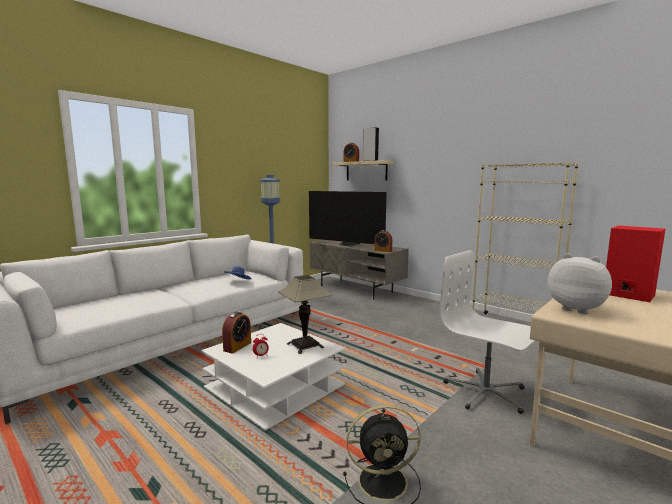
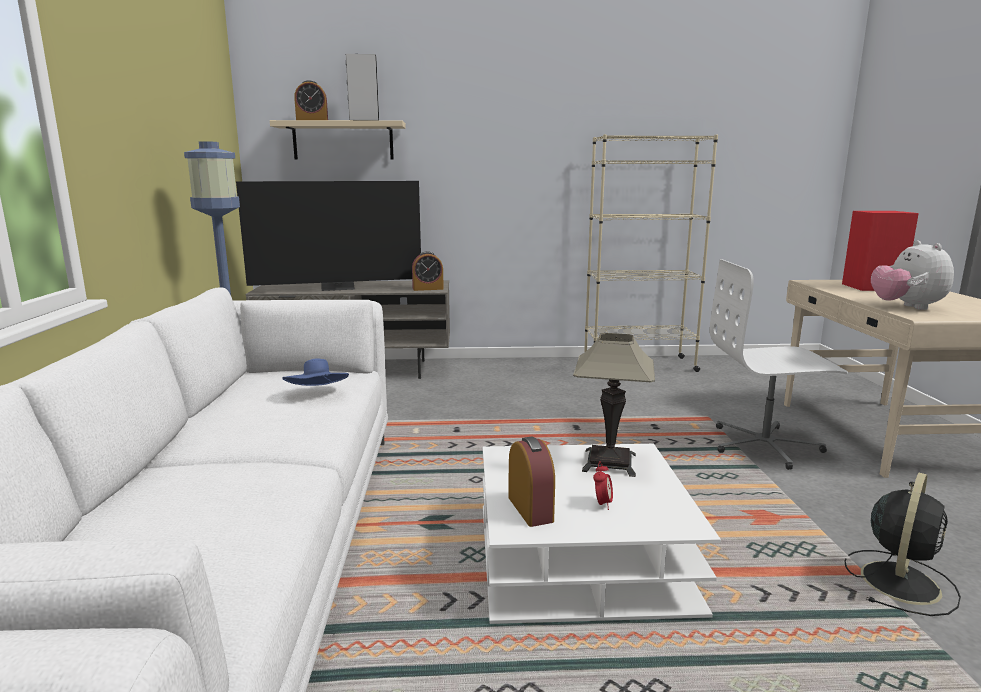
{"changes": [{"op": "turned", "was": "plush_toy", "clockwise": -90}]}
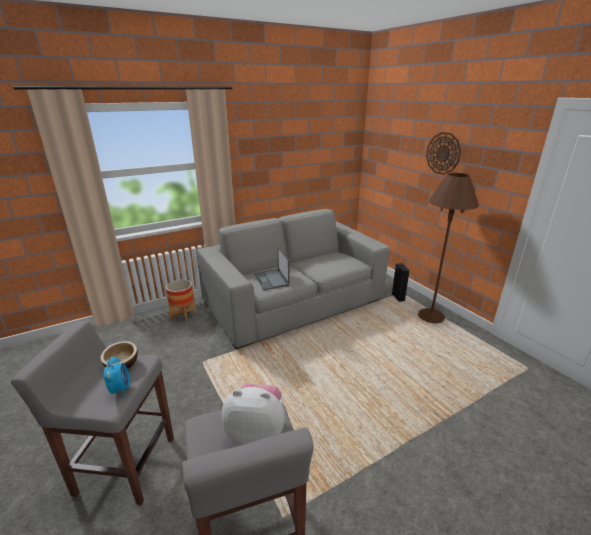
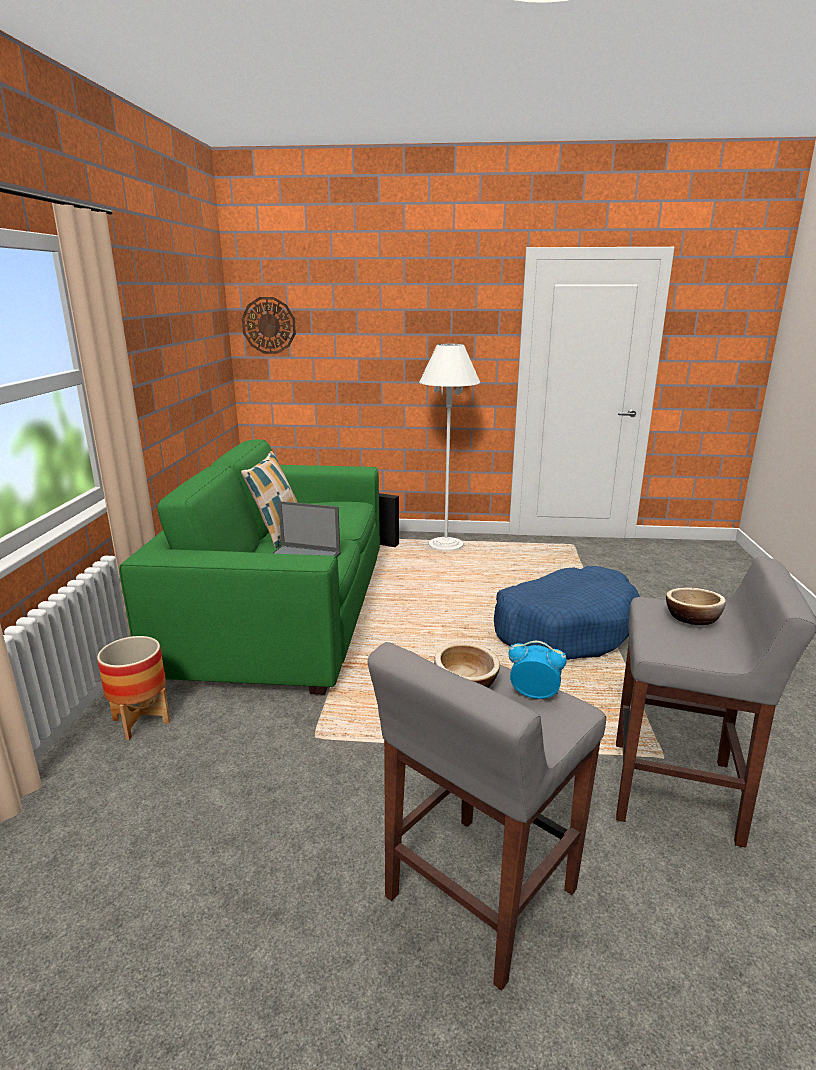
{"changes": [{"op": "recoloured", "was": "grey_sofa", "now": "green_sofa"}, {"op": "replaced", "was": "plush_toy", "now": "bowl (2nd from left)"}, {"op": "recoloured", "was": "brown_floor_lamp", "now": "white_floor_lamp"}, {"op": "moved", "was": "wall_clock"}, {"op": "added", "now": "pillow"}, {"op": "added", "now": "blue_dog_bed"}]}
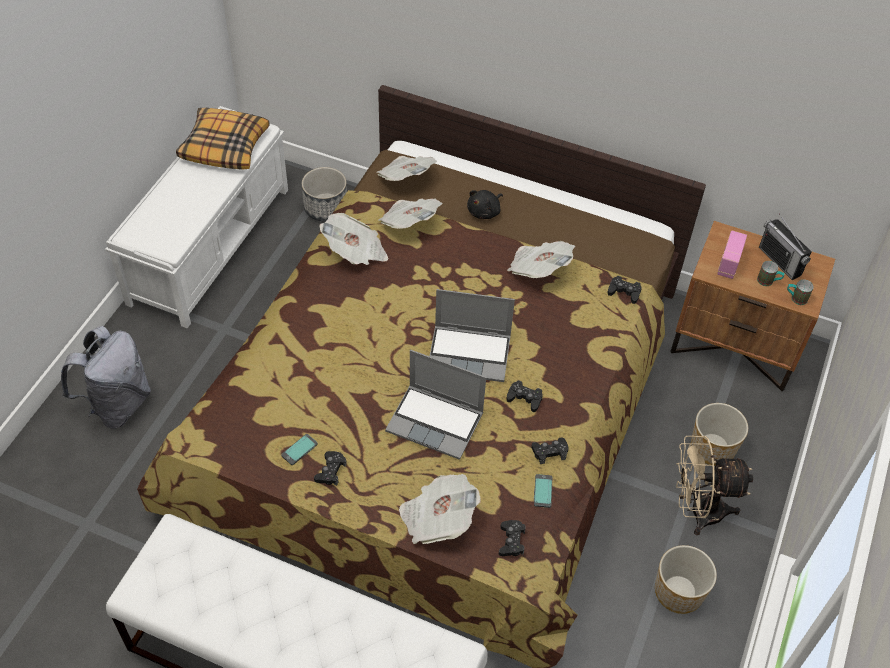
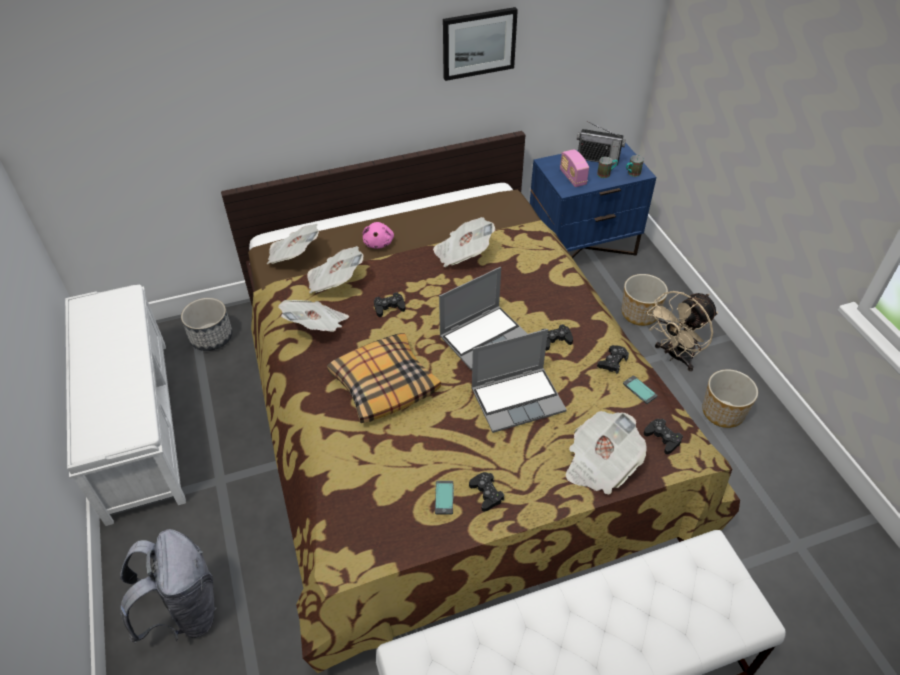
{"changes": [{"op": "moved", "was": "pillow"}, {"op": "recoloured", "was": "black_plush_toy", "now": "pink_plush_toy"}, {"op": "moved", "was": "black_game_controller (5th from left in the first image)", "now": "black_game_controller (1st from left)"}, {"op": "recoloured", "was": "brown_nightstand", "now": "blue_nightstand"}, {"op": "added", "now": "picture"}]}
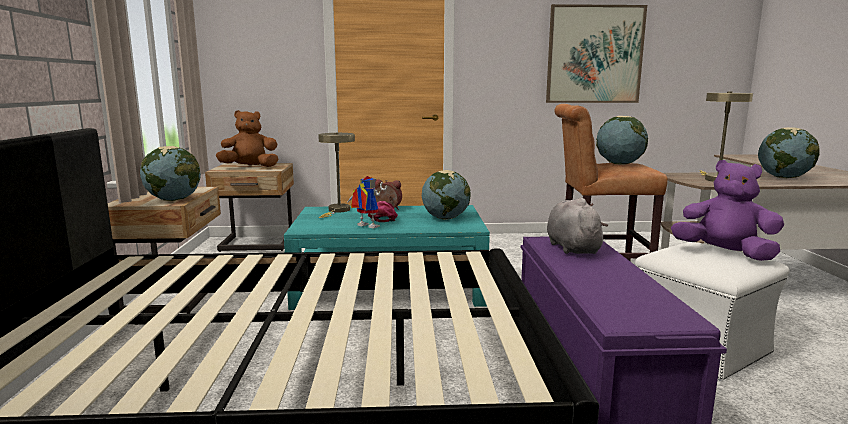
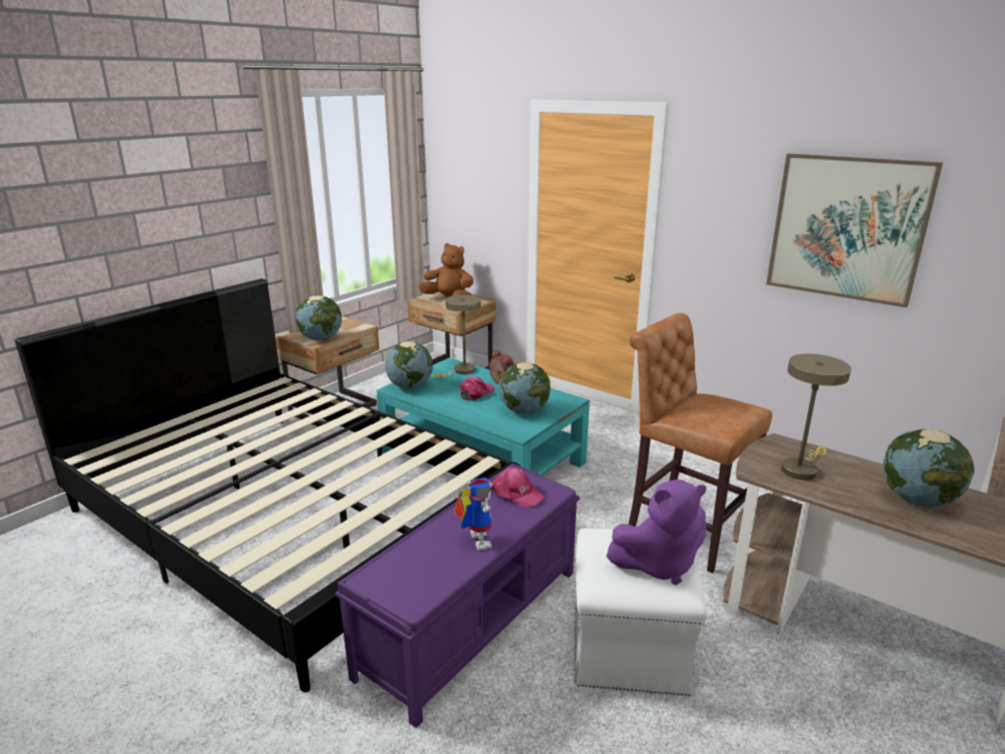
{"changes": [{"op": "moved", "was": "toy_robot"}, {"op": "replaced", "was": "grey_plush_toy", "now": "pink_cap (2nd from left)"}, {"op": "moved", "was": "globe (3rd from left in the first image)", "now": "globe (2nd from left)"}, {"op": "turned", "was": "purple_plush_toy", "clockwise": 90}]}
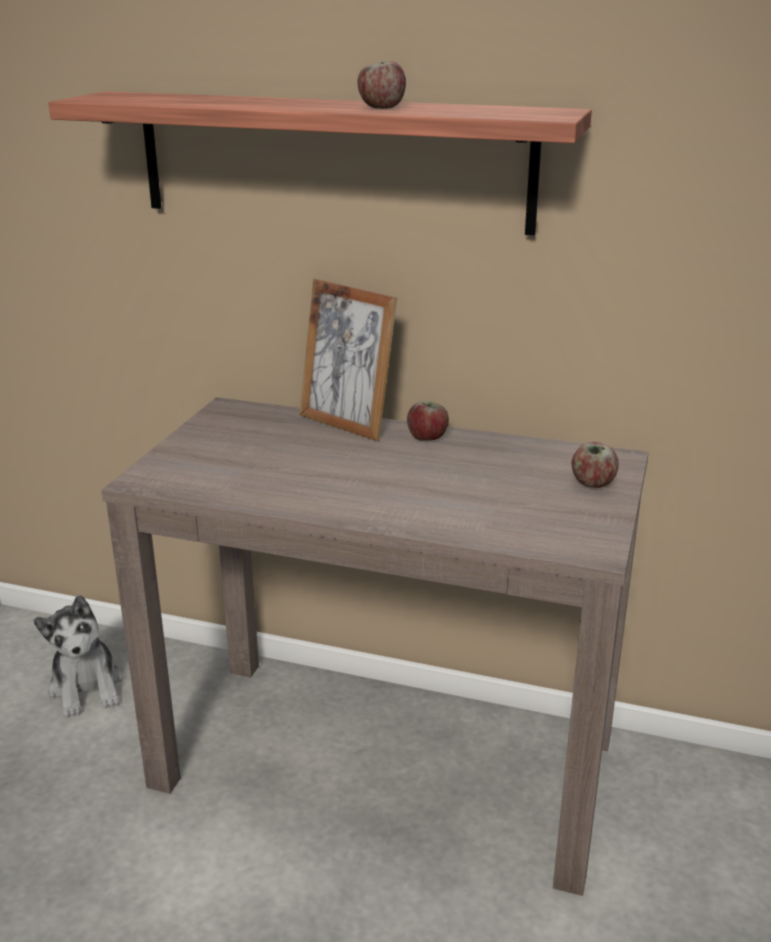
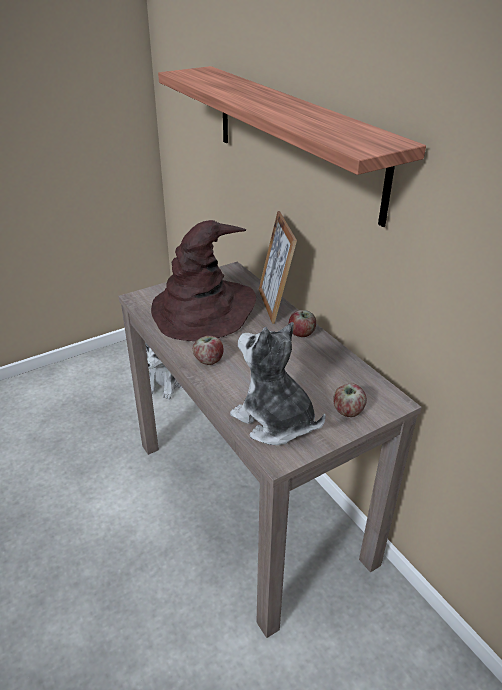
{"changes": [{"op": "moved", "was": "apple (1st from left)"}, {"op": "added", "now": "brown_hat"}, {"op": "added", "now": "plush_toy (2nd from left)"}]}
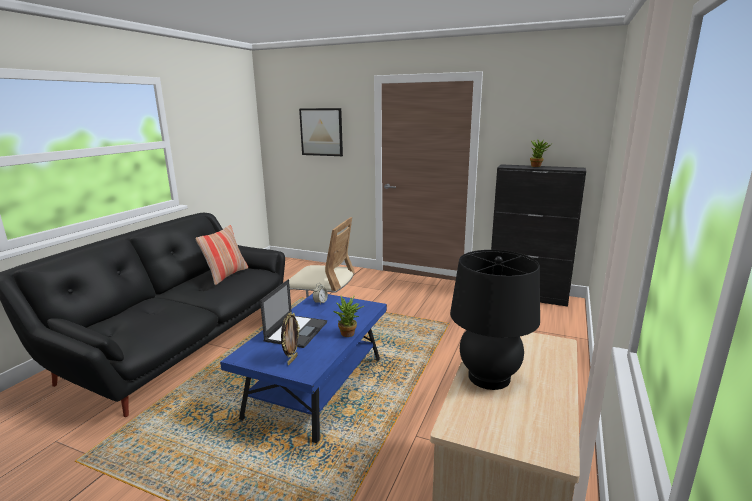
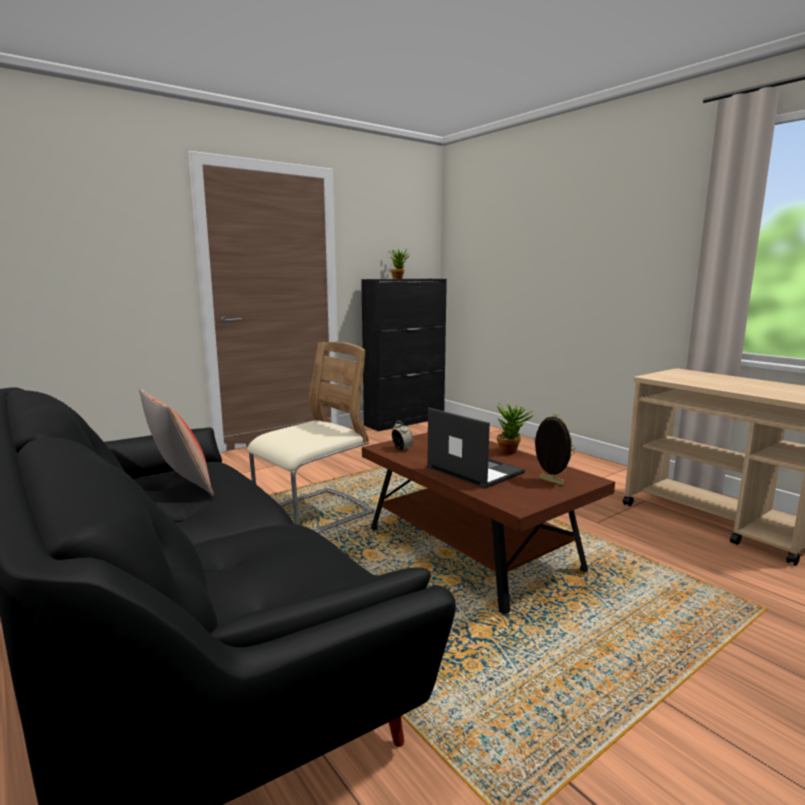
{"changes": [{"op": "recoloured", "was": "blue_coffee_table", "now": "brown_coffee_table"}, {"op": "removed", "was": "picture"}, {"op": "removed", "was": "black_table_lamp"}]}
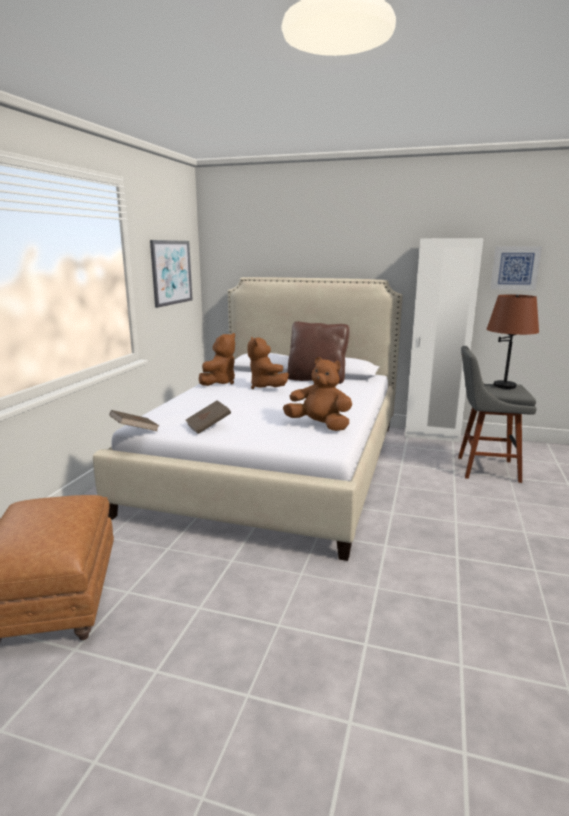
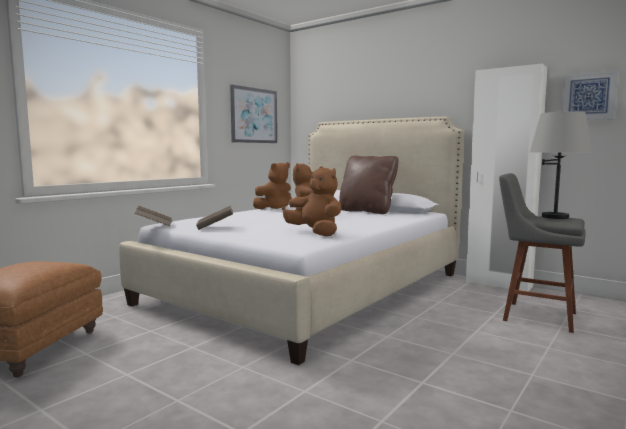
{"changes": [{"op": "recoloured", "was": "brown_table_lamp", "now": "grey_table_lamp"}]}
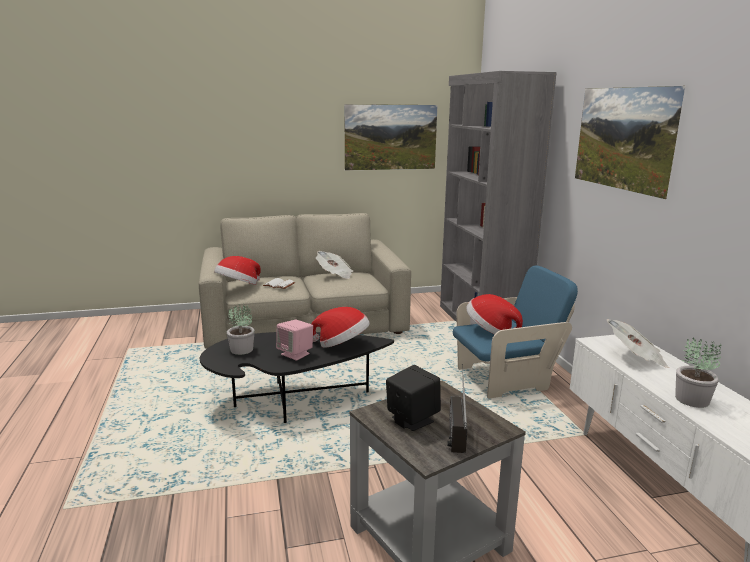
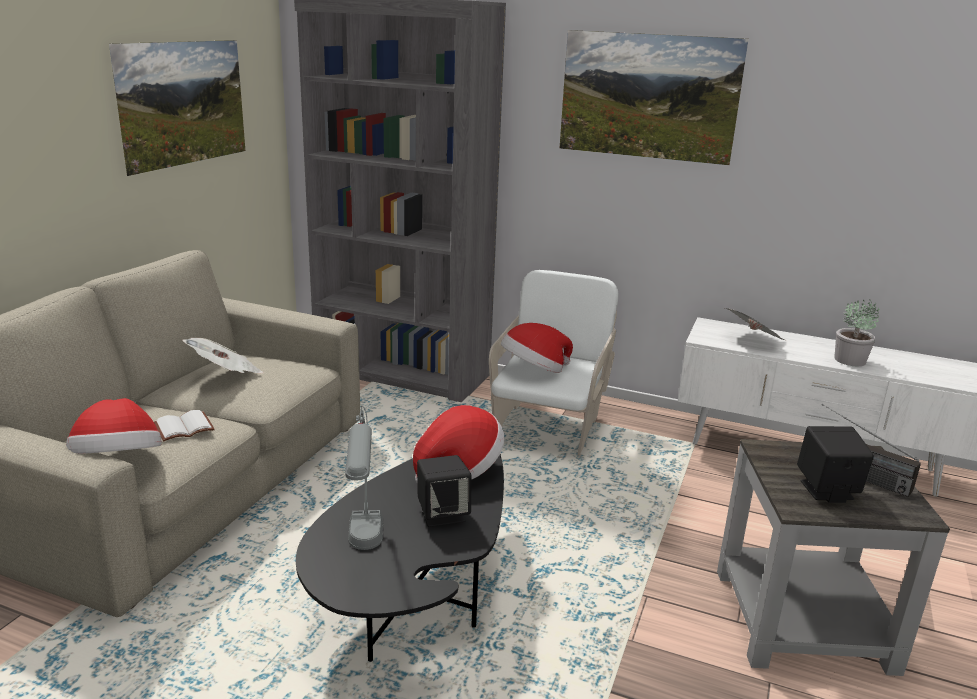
{"changes": [{"op": "replaced", "was": "potted_plant (1st from left)", "now": "grey_table_lamp"}, {"op": "recoloured", "was": "pink_speaker", "now": "black_speaker (1st from left)"}, {"op": "recoloured", "was": "blue_armchair", "now": "white_armchair"}]}
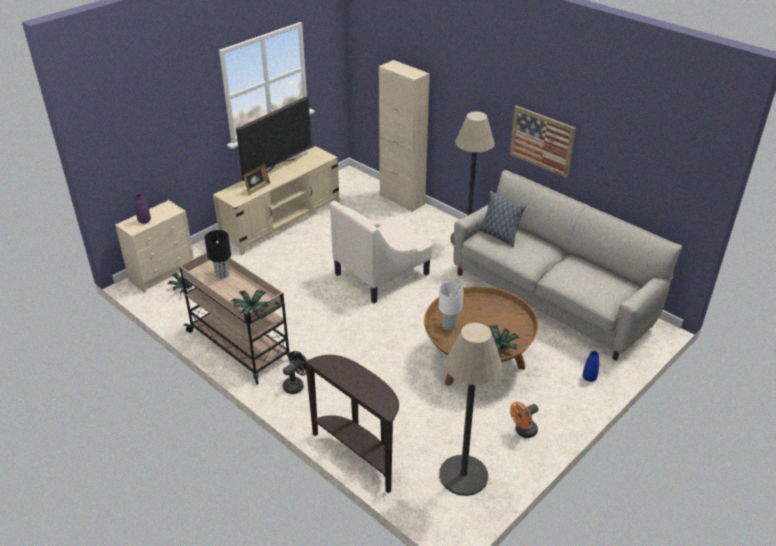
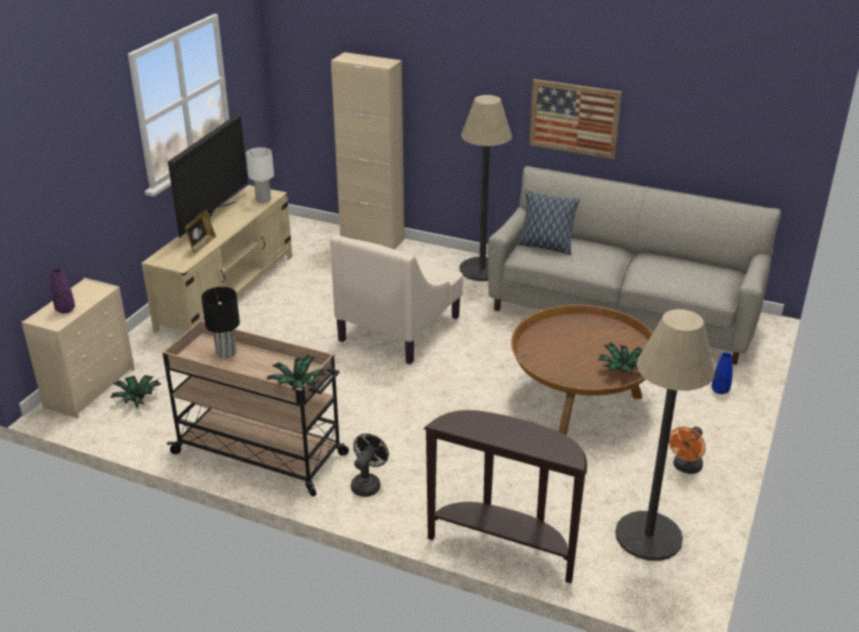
{"changes": [{"op": "moved", "was": "white_table_lamp"}]}
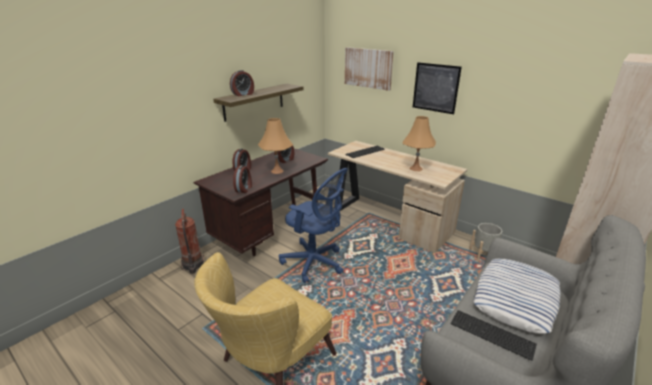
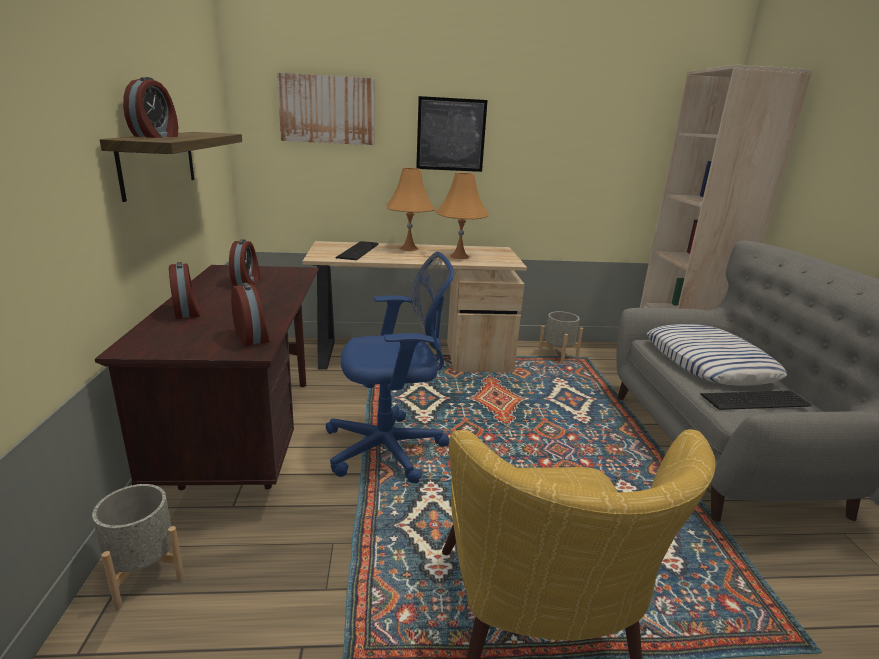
{"changes": [{"op": "replaced", "was": "fire_extinguisher", "now": "grey_planter (1st from left)"}, {"op": "moved", "was": "orange_table_lamp (1st from left)"}]}
